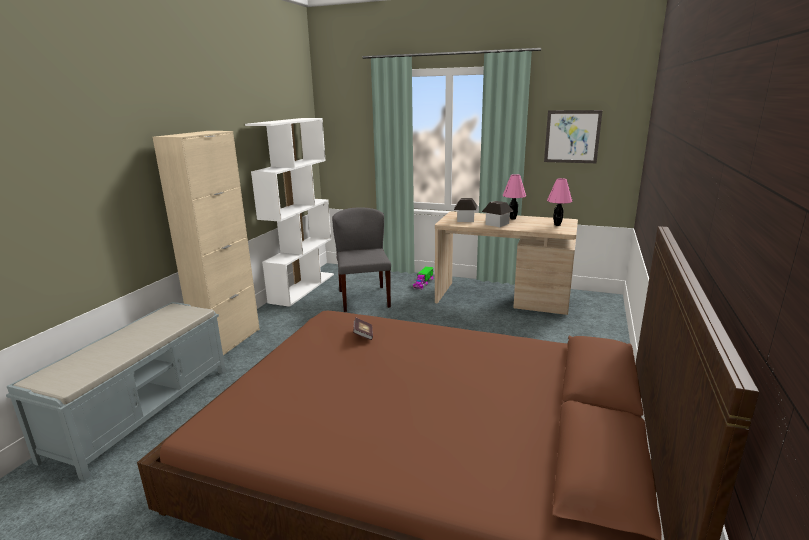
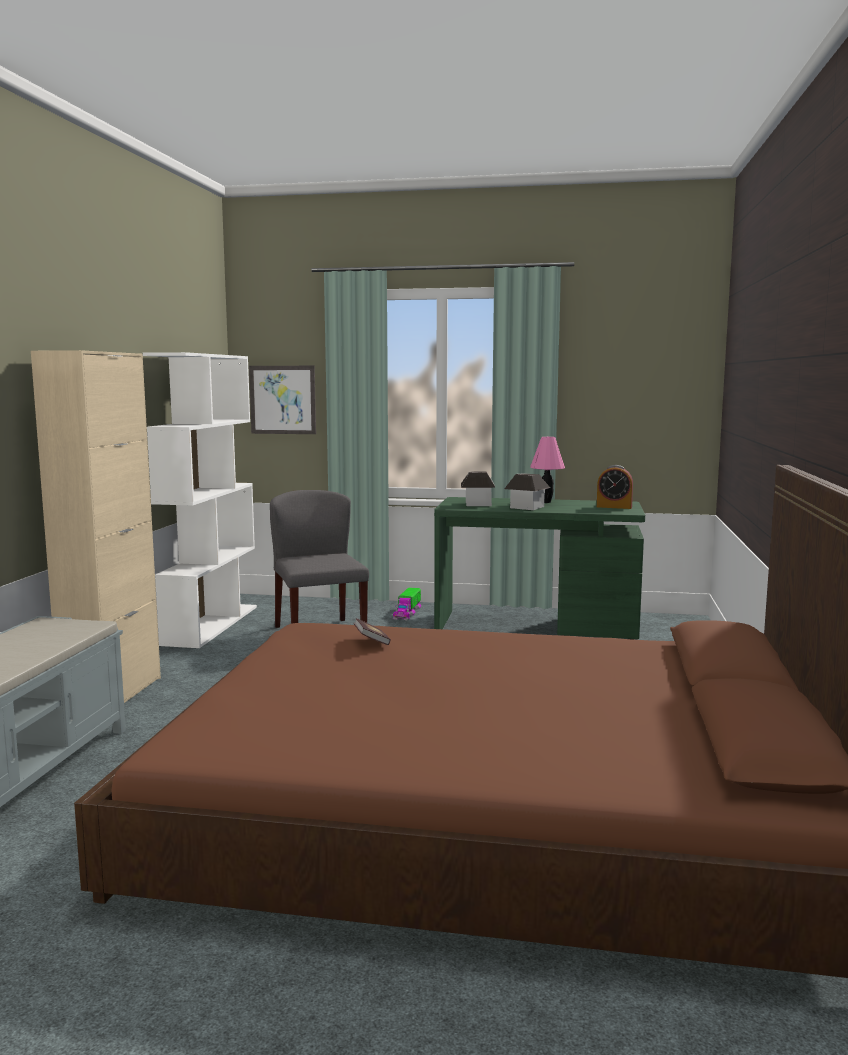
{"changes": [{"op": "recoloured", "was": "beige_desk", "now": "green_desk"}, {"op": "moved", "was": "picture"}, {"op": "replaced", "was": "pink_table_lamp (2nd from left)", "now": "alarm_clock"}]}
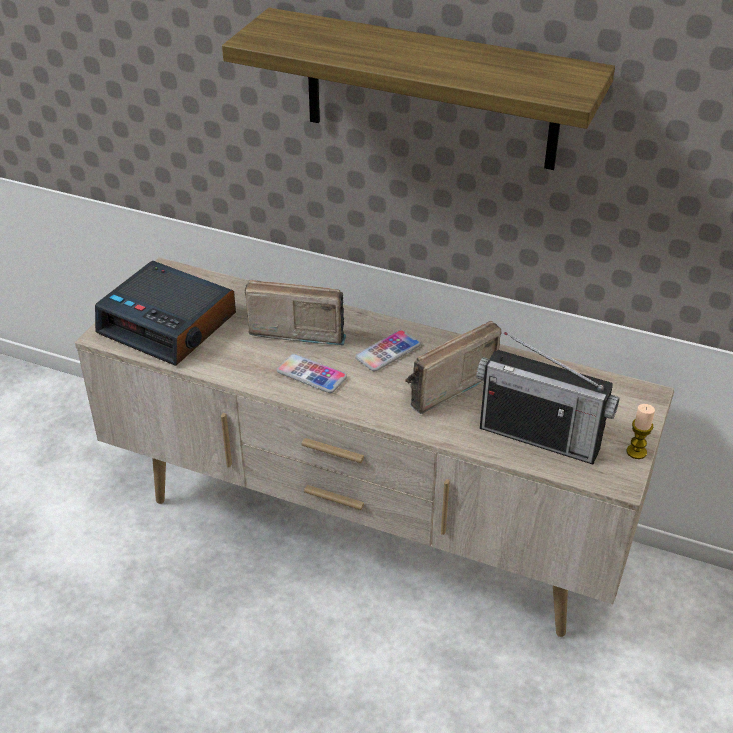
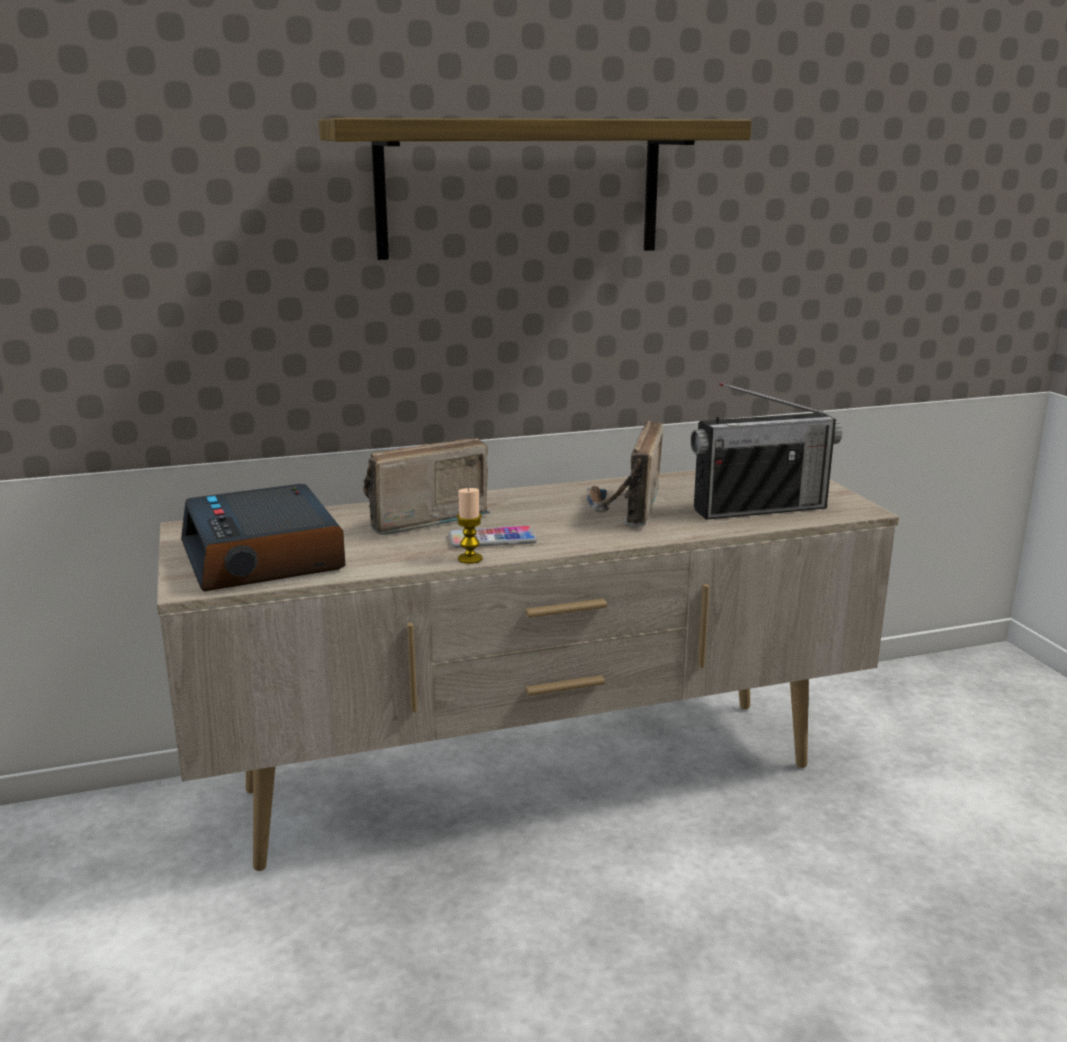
{"changes": [{"op": "turned", "was": "alarm_clock", "clockwise": 75}, {"op": "removed", "was": "phone (2nd from left)"}, {"op": "moved", "was": "candle"}]}
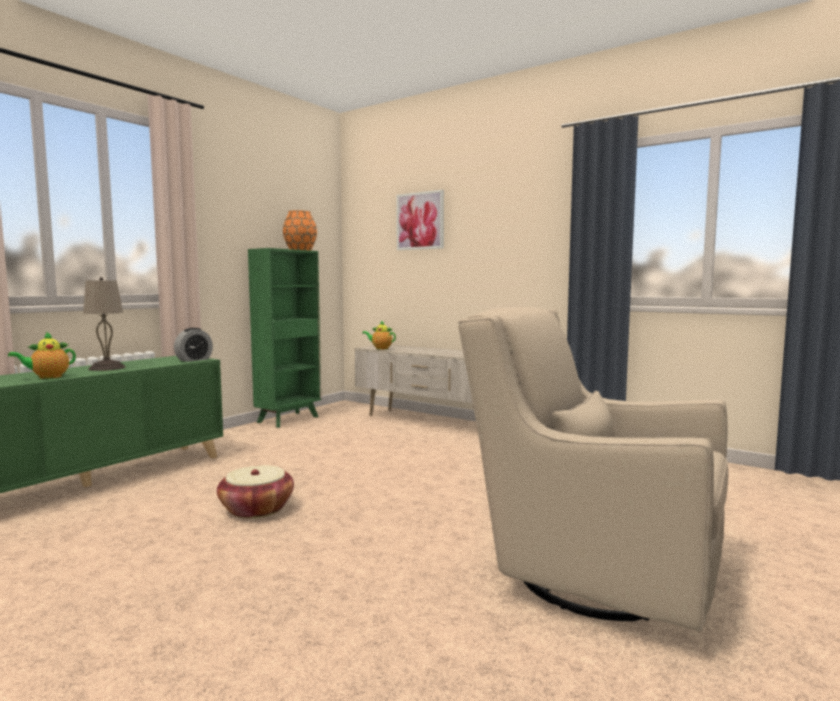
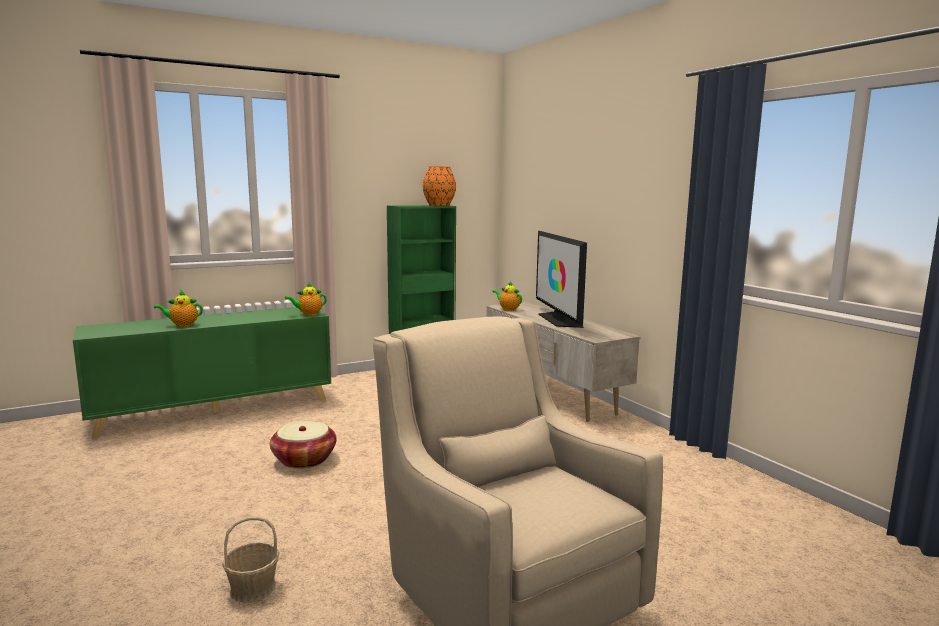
{"changes": [{"op": "removed", "was": "beige_table_lamp"}, {"op": "replaced", "was": "alarm_clock", "now": "teapot (2nd from left)"}, {"op": "removed", "was": "picture"}, {"op": "added", "now": "basket (1st from left)"}, {"op": "added", "now": "television"}]}
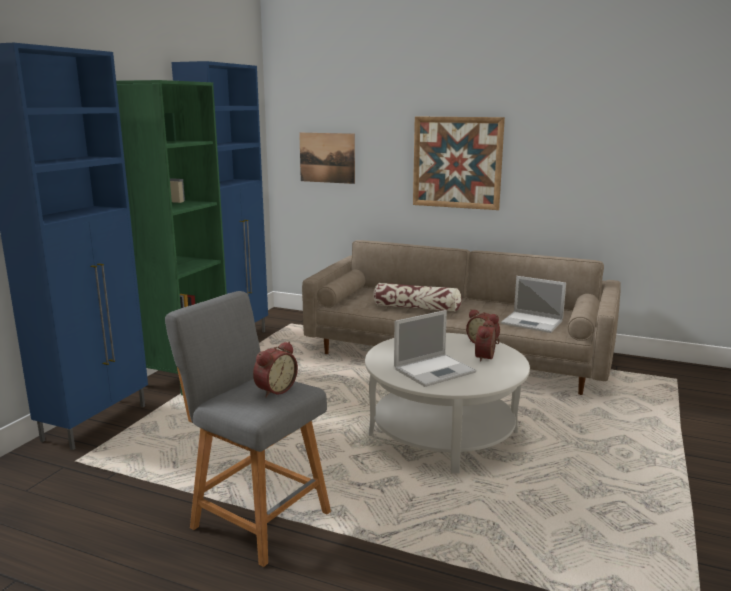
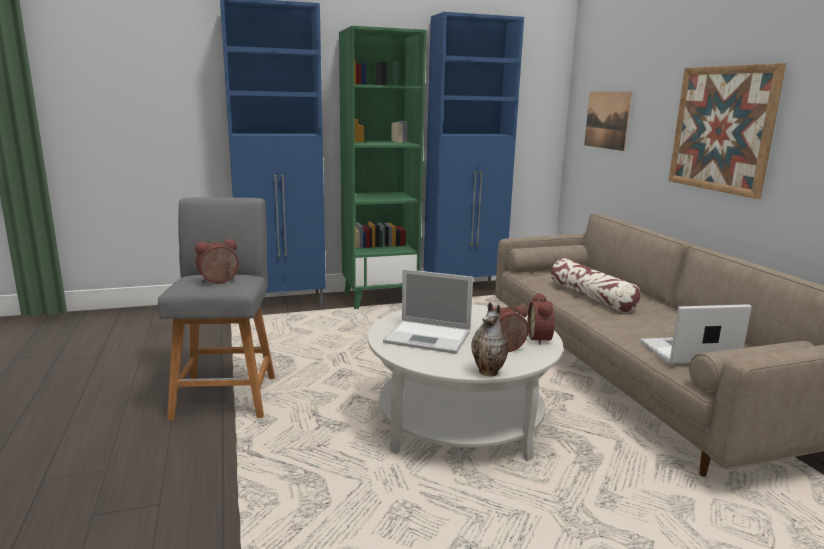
{"changes": [{"op": "turned", "was": "alarm_clock (1st from left)", "clockwise": 150}, {"op": "turned", "was": "laptop (2nd from left)", "clockwise": 90}, {"op": "added", "now": "vase"}]}
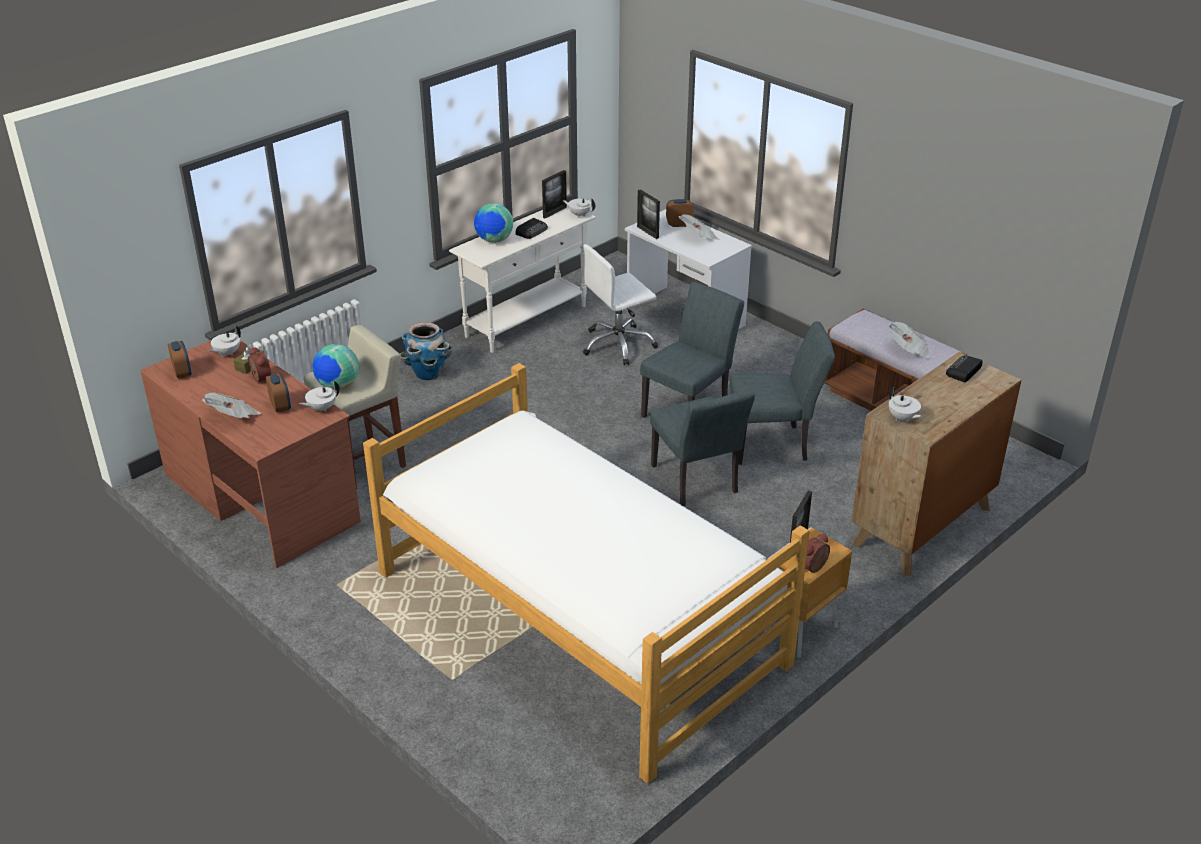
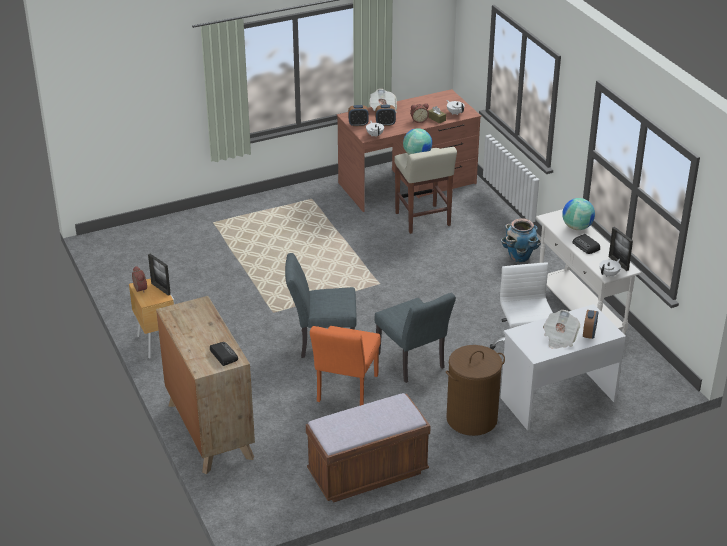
{"changes": [{"op": "moved", "was": "alarm_clock (1st from left in the first image)", "now": "alarm_clock (2nd from left)"}, {"op": "removed", "was": "bed"}, {"op": "removed", "was": "picture_frame (2nd from left)"}, {"op": "recoloured", "was": "grey_chair (3rd from left)", "now": "orange_chair"}, {"op": "removed", "was": "newspaper (3rd from left)"}, {"op": "removed", "was": "white_teapot (4th from left)"}, {"op": "added", "now": "brown_laundry_basket"}]}
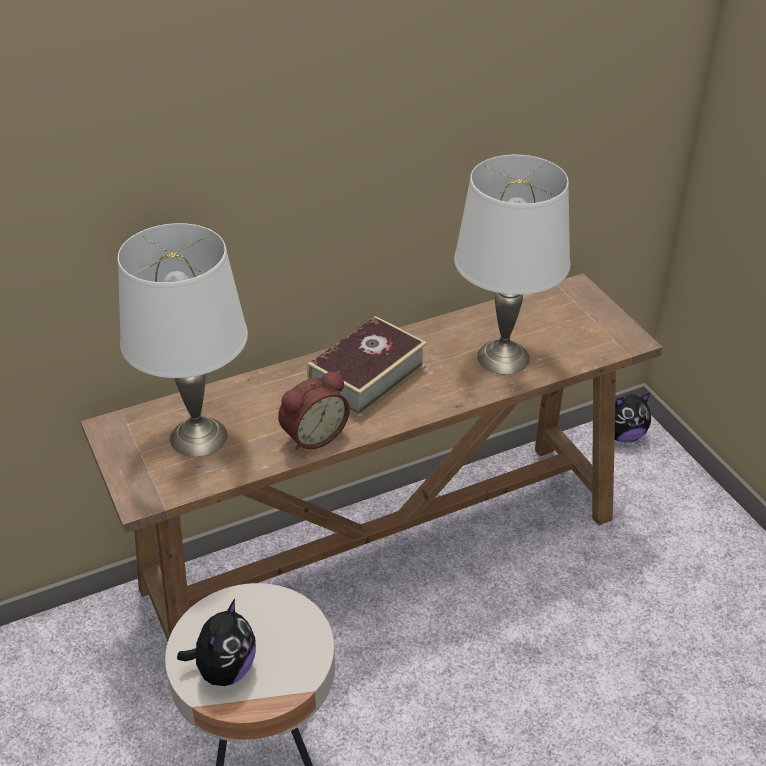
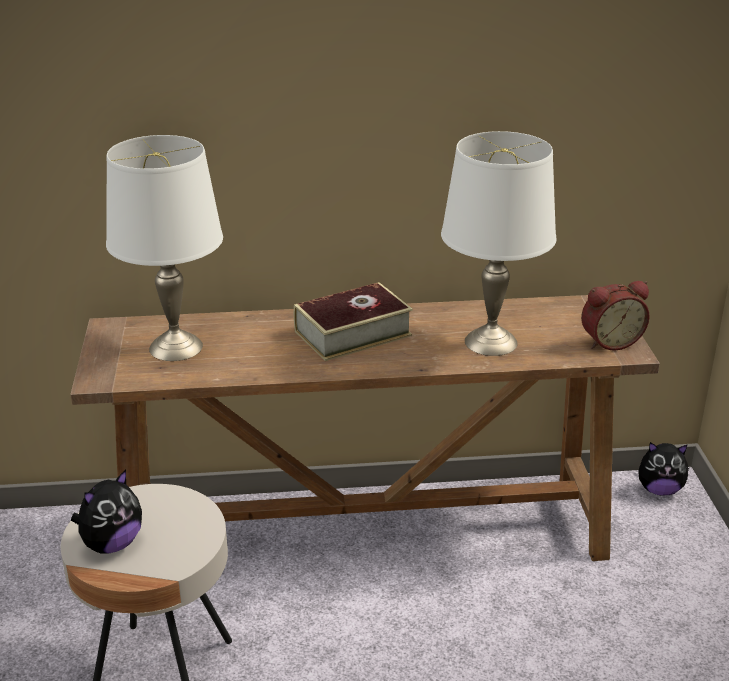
{"changes": [{"op": "moved", "was": "alarm_clock"}]}
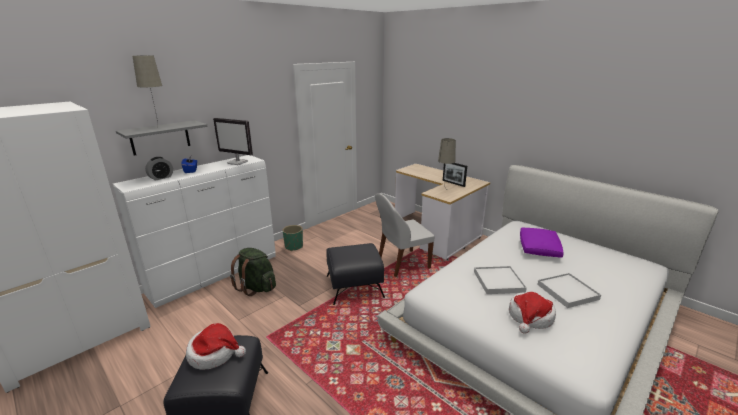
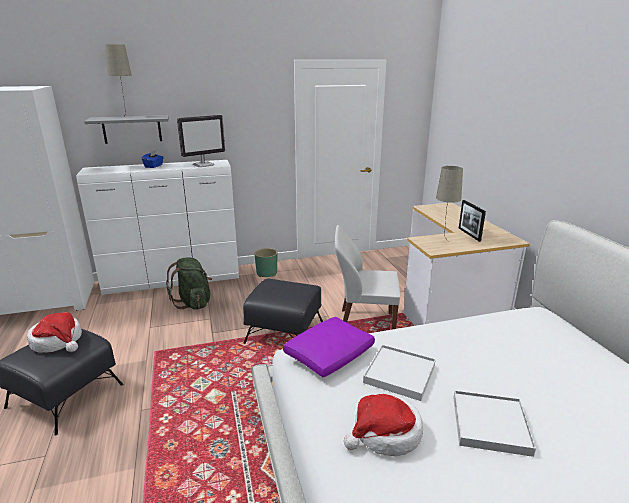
{"changes": [{"op": "removed", "was": "alarm_clock"}, {"op": "turned", "was": "monitor", "clockwise": -90}, {"op": "moved", "was": "purple_pillow"}]}
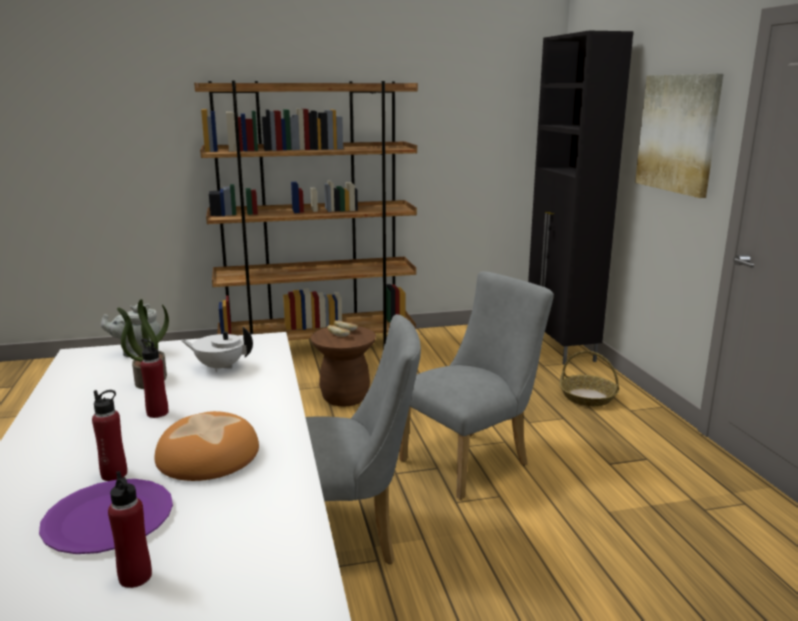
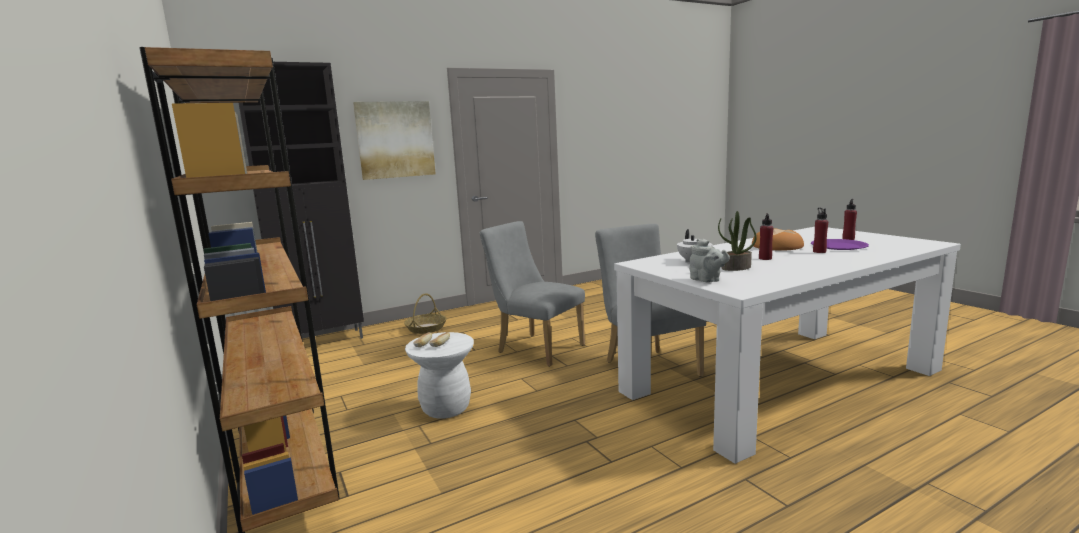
{"changes": [{"op": "recoloured", "was": "brown_stool", "now": "white_stool"}]}
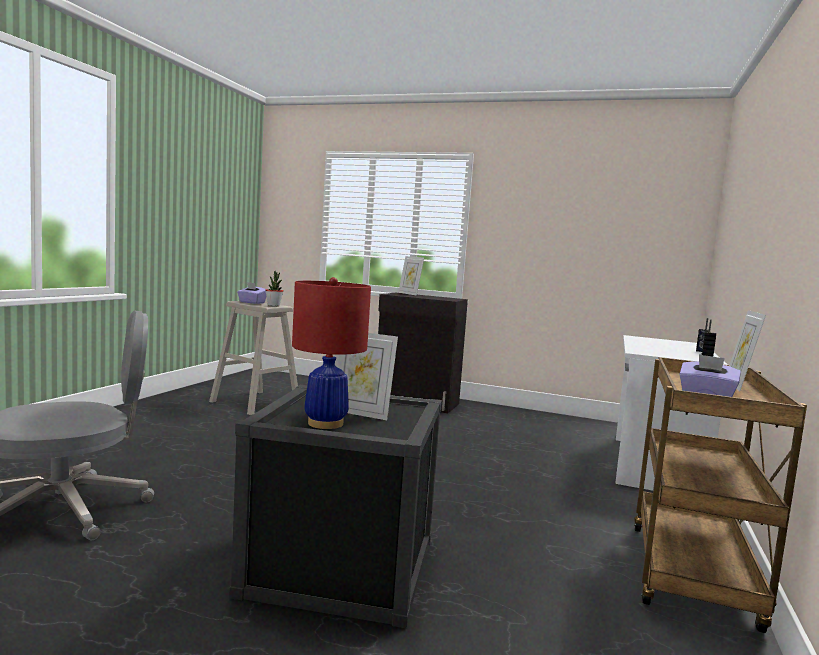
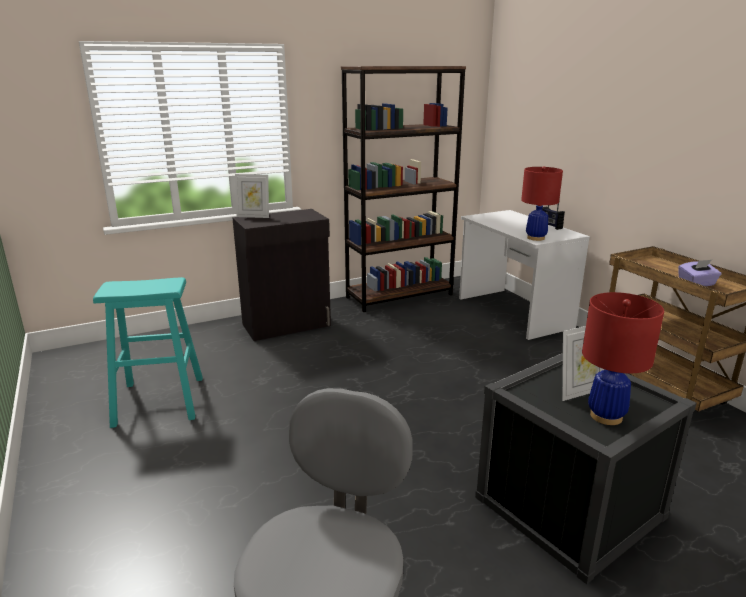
{"changes": [{"op": "recoloured", "was": "beige_stool", "now": "turquoise_stool"}, {"op": "removed", "was": "purple_tissue_box (1st from left)"}, {"op": "removed", "was": "potted_plant"}, {"op": "removed", "was": "picture_frame (3rd from left)"}, {"op": "added", "now": "brown_bookcase"}, {"op": "added", "now": "red_table_lamp (1st from left)"}]}
